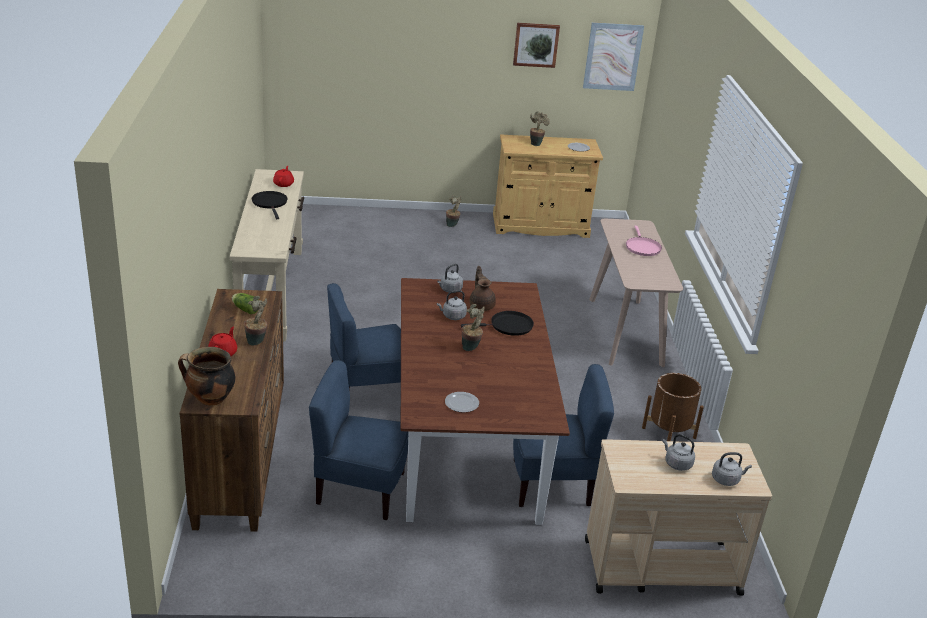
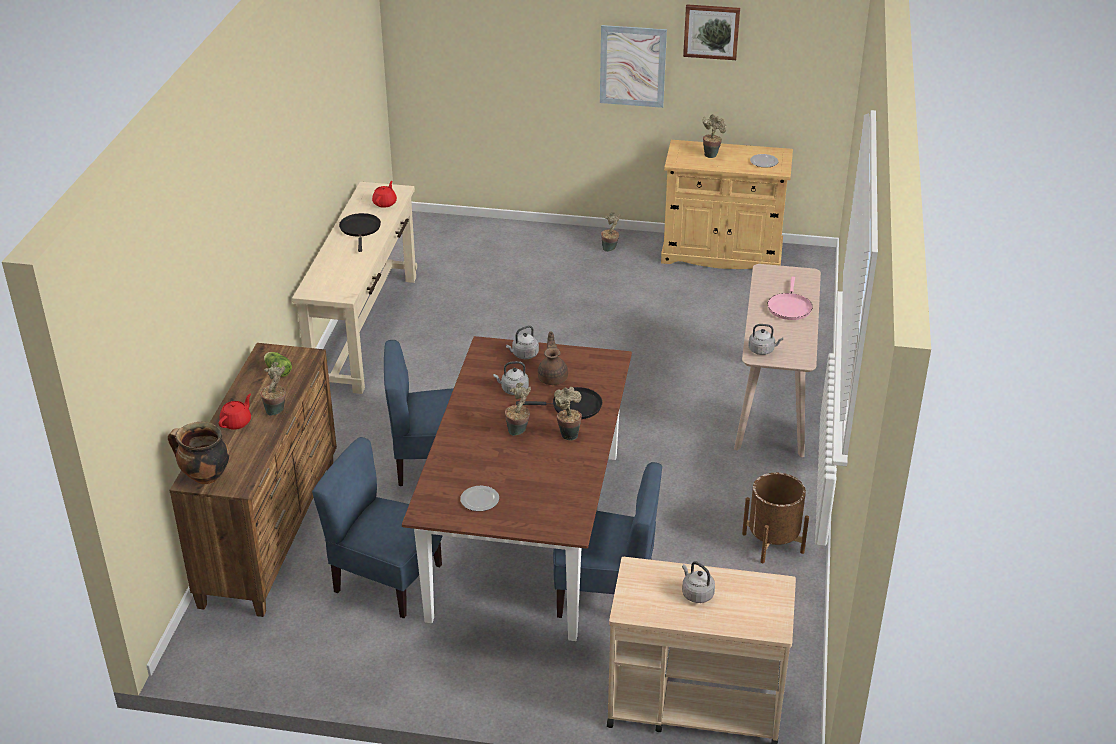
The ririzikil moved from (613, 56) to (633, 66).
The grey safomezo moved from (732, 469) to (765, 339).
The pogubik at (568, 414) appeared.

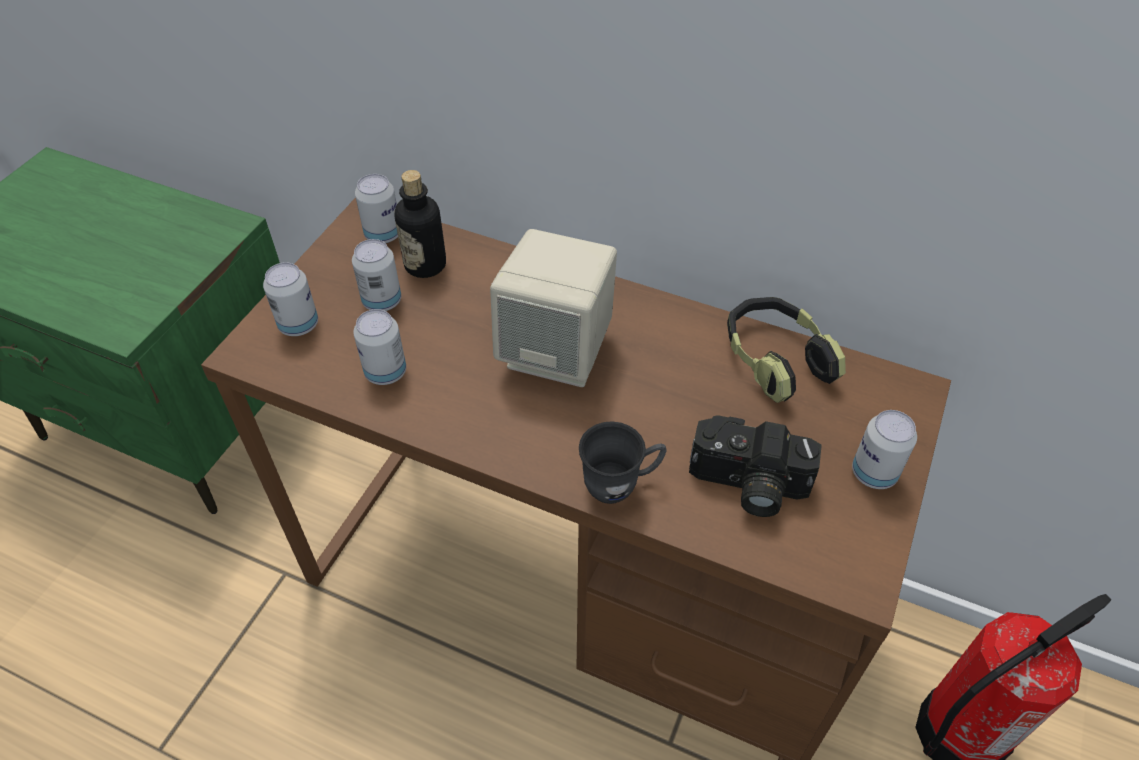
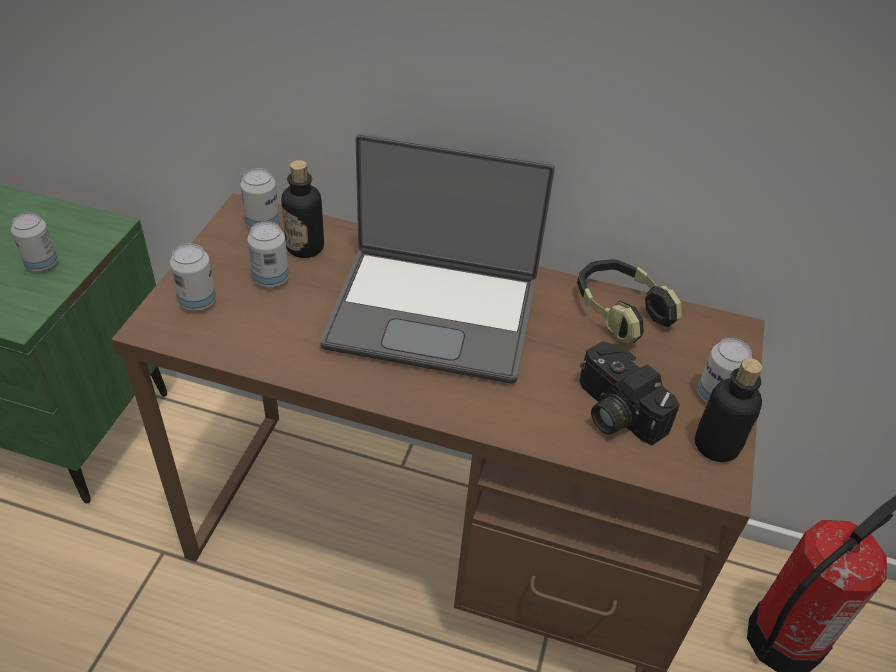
The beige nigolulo at (553, 308) was replaced by the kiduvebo at (437, 258).
The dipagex moved from (379, 347) to (34, 242).
The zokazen at (755, 466) turned 45 degrees clockwise.
The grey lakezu at (623, 462) disappeared.
The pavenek at (728, 410) appeared.

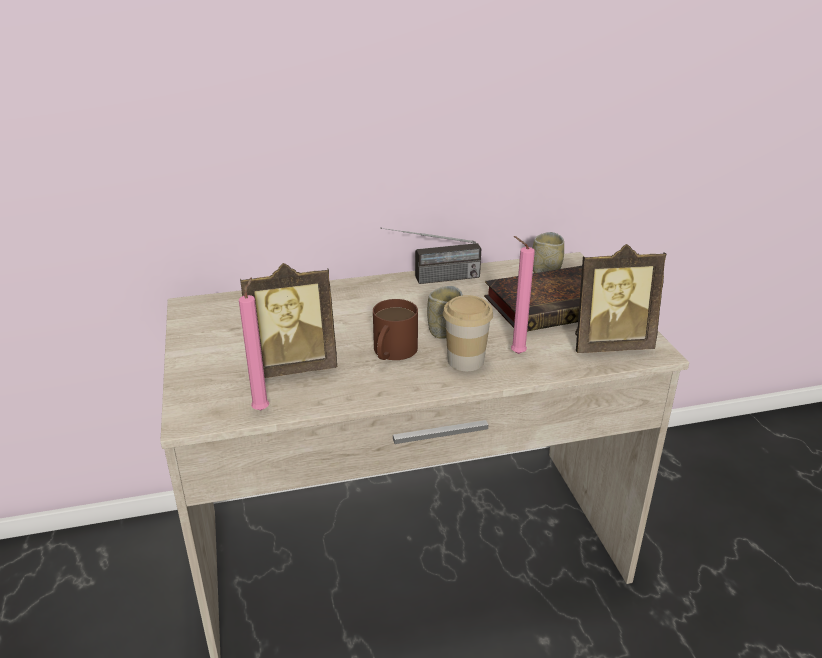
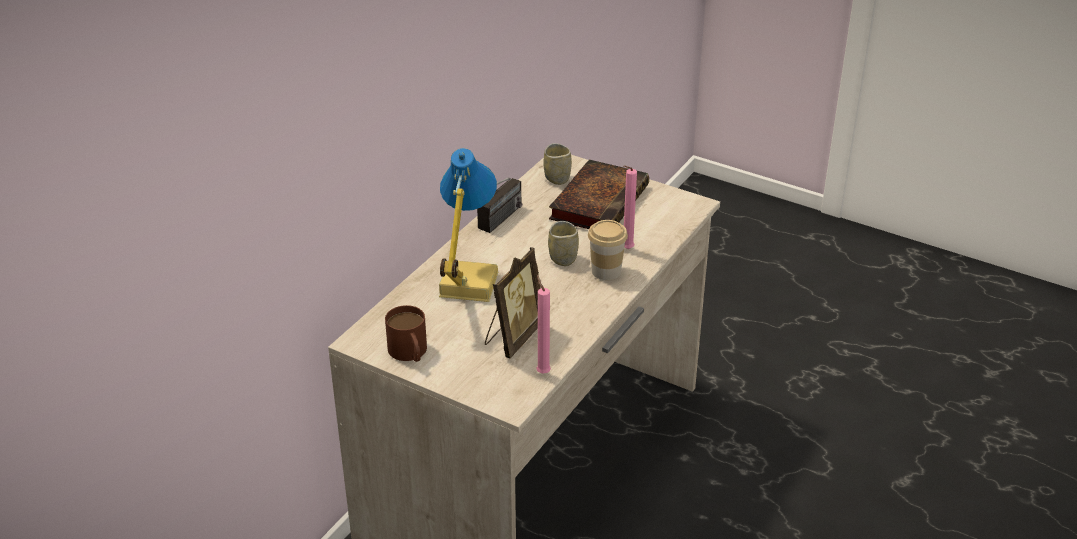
The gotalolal at (620, 298) disappeared.
The brown lakezu moved from (395, 329) to (406, 333).
The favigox at (468, 225) appeared.

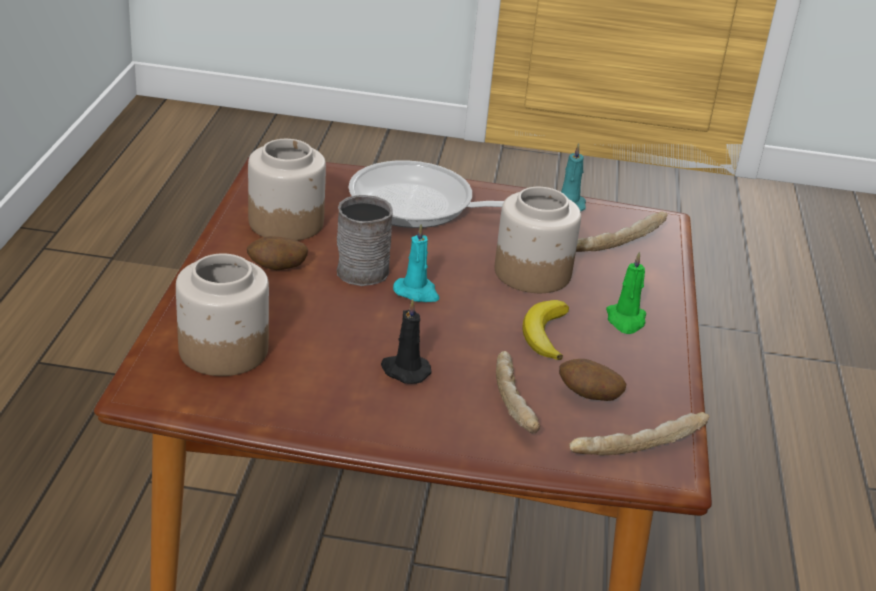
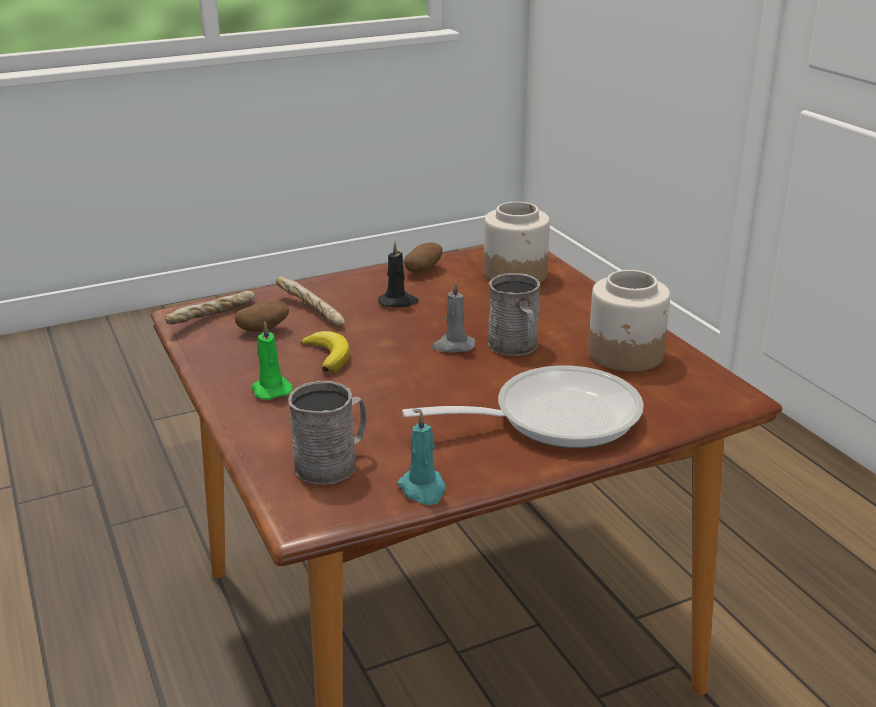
The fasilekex at (538, 240) disappeared.
The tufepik at (622, 231) was replaced by the grey lakezu at (327, 433).
The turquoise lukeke at (416, 263) became the grey lukeke at (453, 317).
The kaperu moved from (277, 253) to (423, 257).

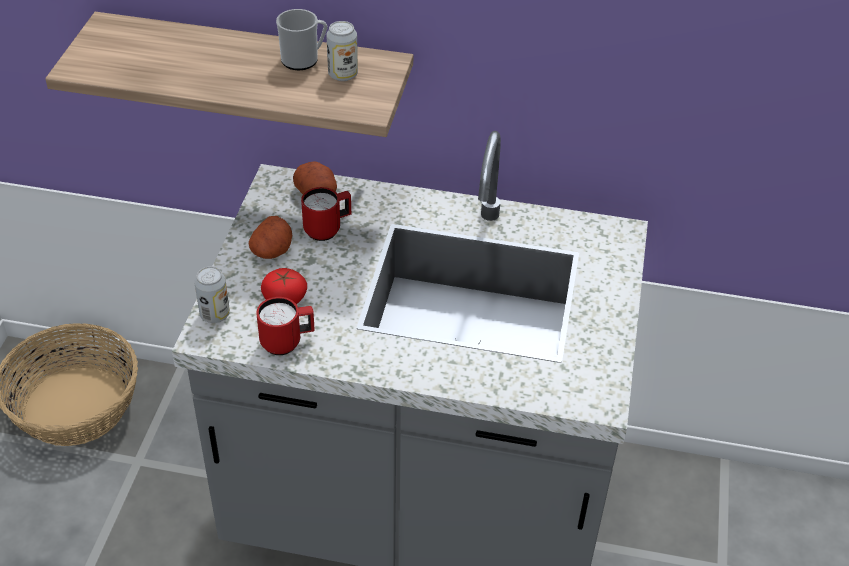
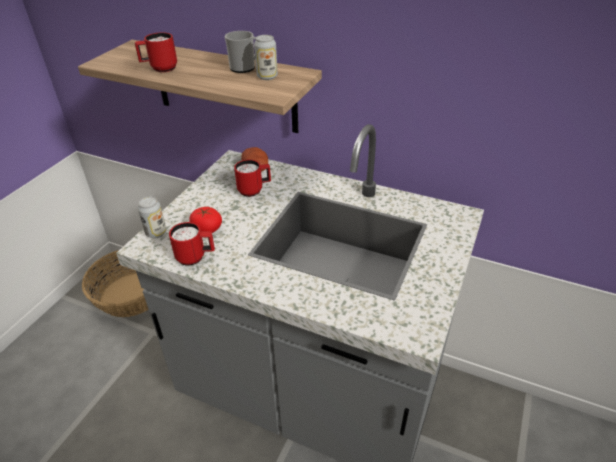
The kaperu at (270, 237) disappeared.
The red lakezu at (156, 52) appeared.

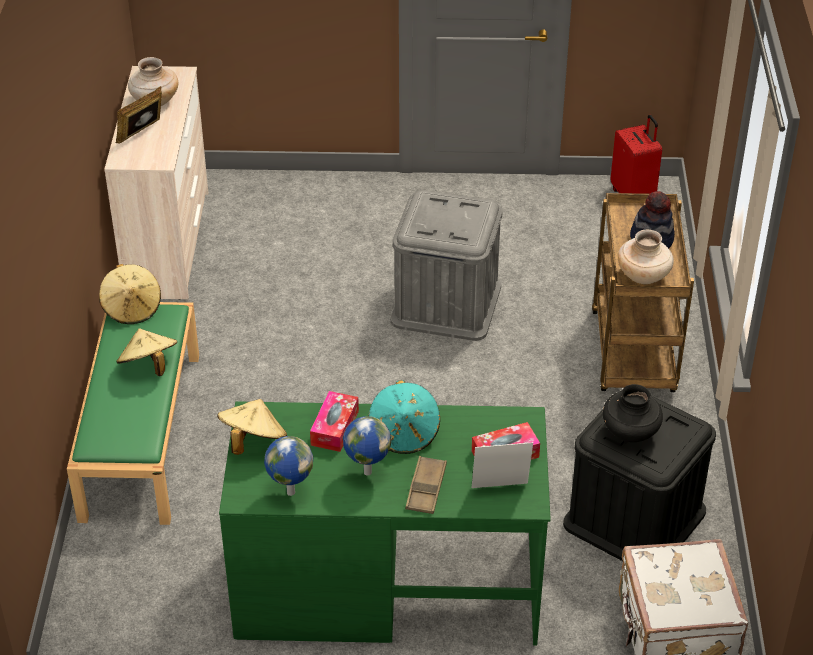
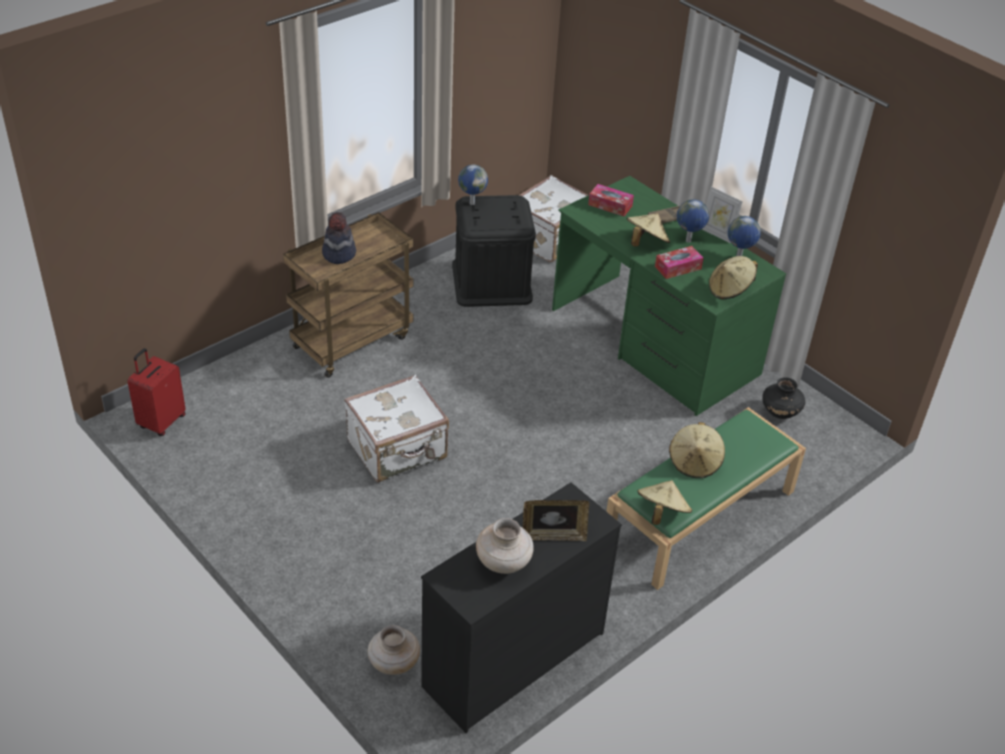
The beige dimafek at (156, 183) became the black dimafek at (521, 607).
The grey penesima at (447, 265) was replaced by the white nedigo at (396, 428).
The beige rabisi moved from (646, 257) to (394, 650).
The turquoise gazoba at (404, 417) became the beige gazoba at (648, 230).
The black rabisi moved from (633, 413) to (783, 398).
The gotalolal moved from (502, 465) to (722, 215).
The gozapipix at (473, 185) appeared.

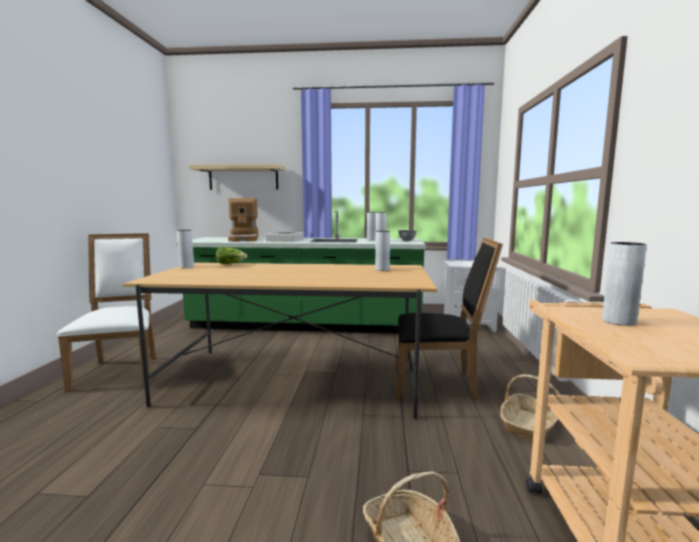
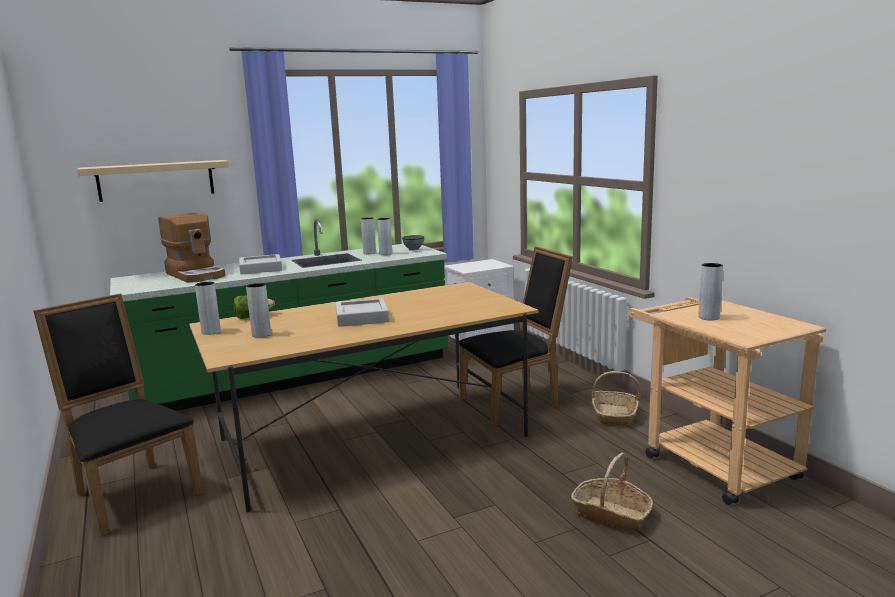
The grey rabisi moved from (382, 251) to (258, 310).
The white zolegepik at (106, 313) became the black zolegepik at (118, 414).
The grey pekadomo at (362, 312) appeared.

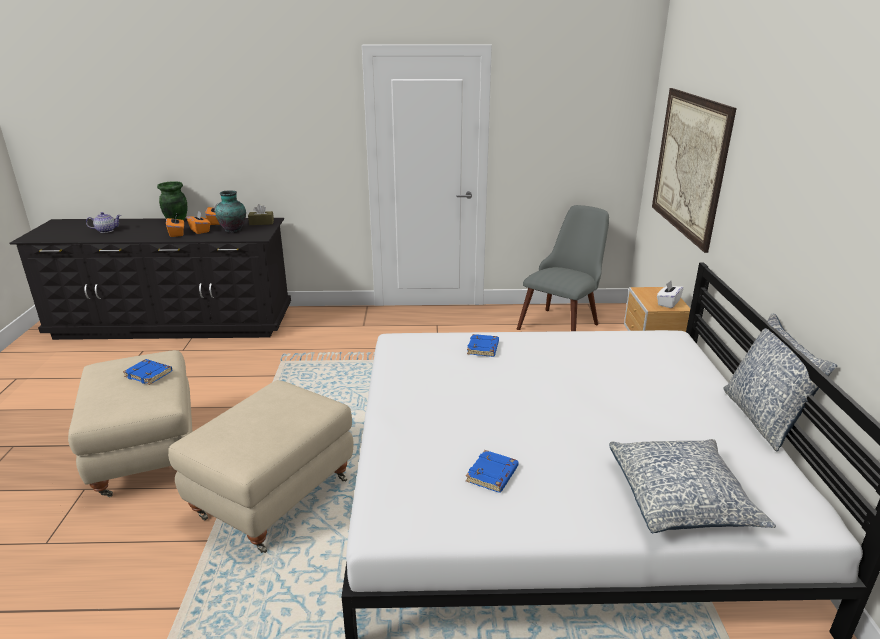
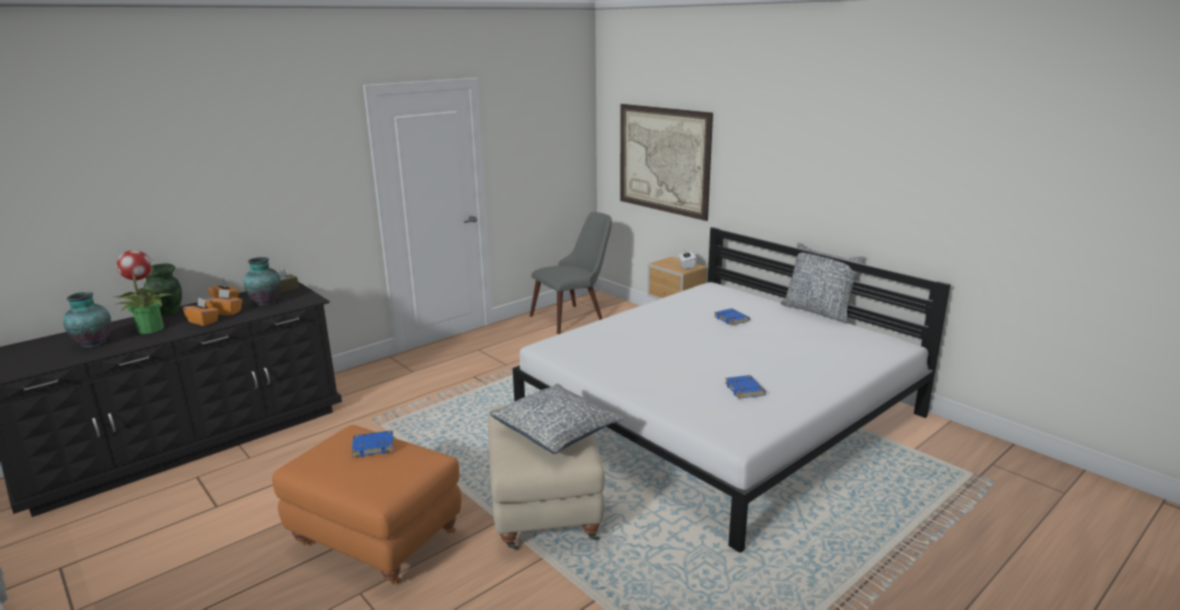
The grey zolegepik at (563, 268) turned 60 degrees clockwise.
The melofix at (103, 222) was replaced by the rabisi at (87, 320).
The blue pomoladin moved from (483, 345) to (732, 317).
The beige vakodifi at (130, 423) became the orange vakodifi at (367, 504).
The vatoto moved from (692, 486) to (557, 419).
The pogubik at (142, 292) appeared.

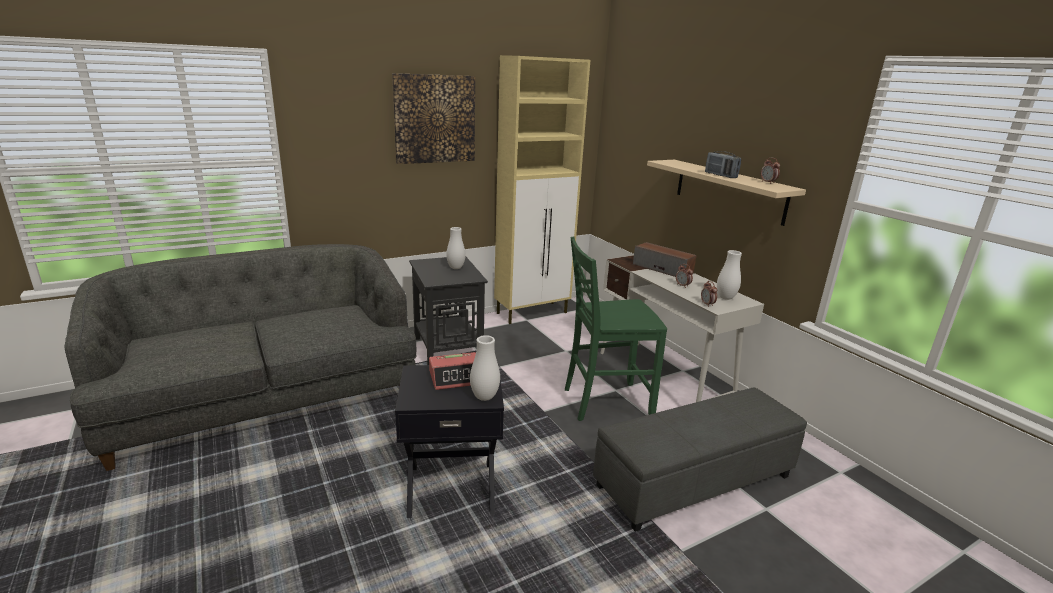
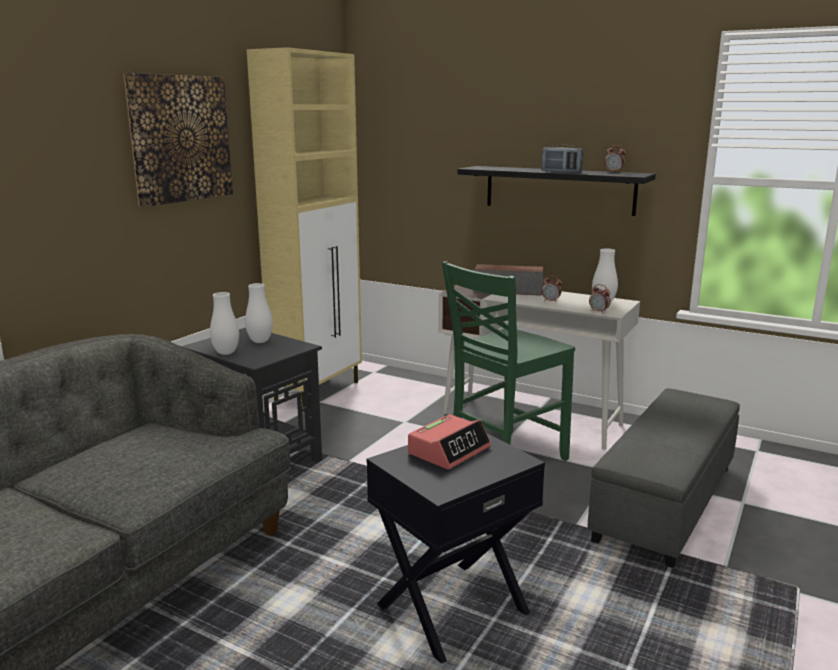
The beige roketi at (726, 193) became the black roketi at (556, 191).
The white rabisi moved from (485, 368) to (224, 323).

